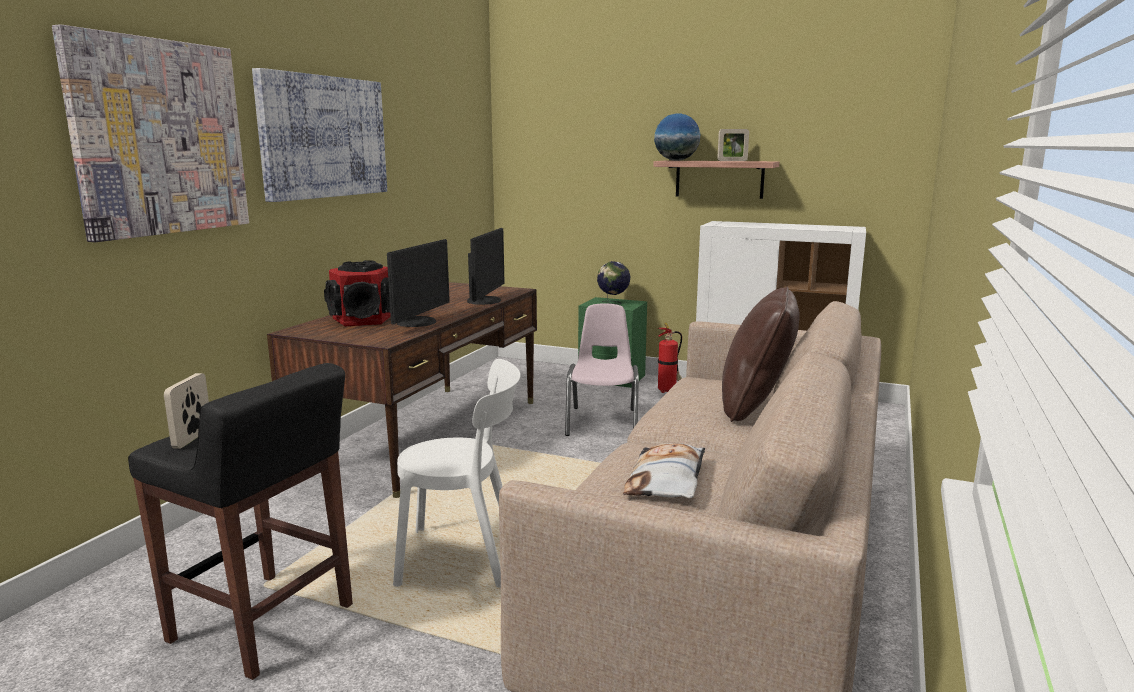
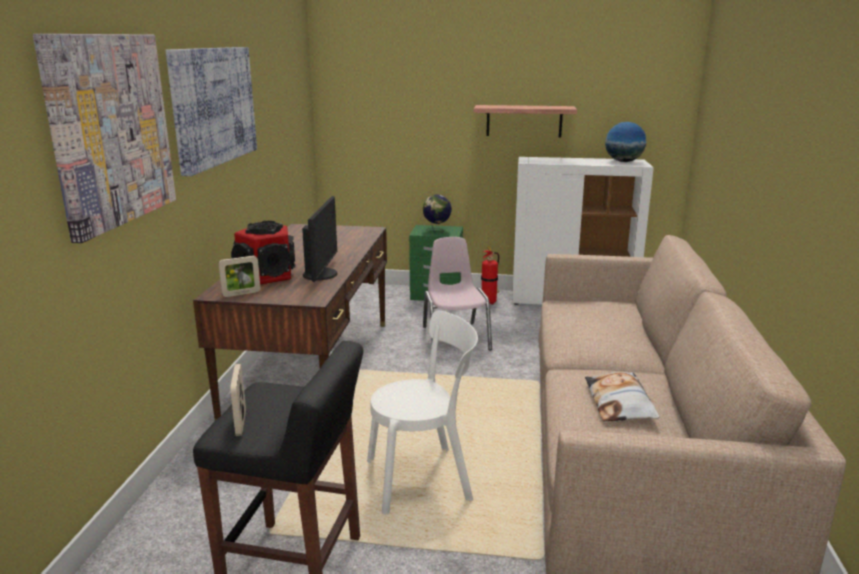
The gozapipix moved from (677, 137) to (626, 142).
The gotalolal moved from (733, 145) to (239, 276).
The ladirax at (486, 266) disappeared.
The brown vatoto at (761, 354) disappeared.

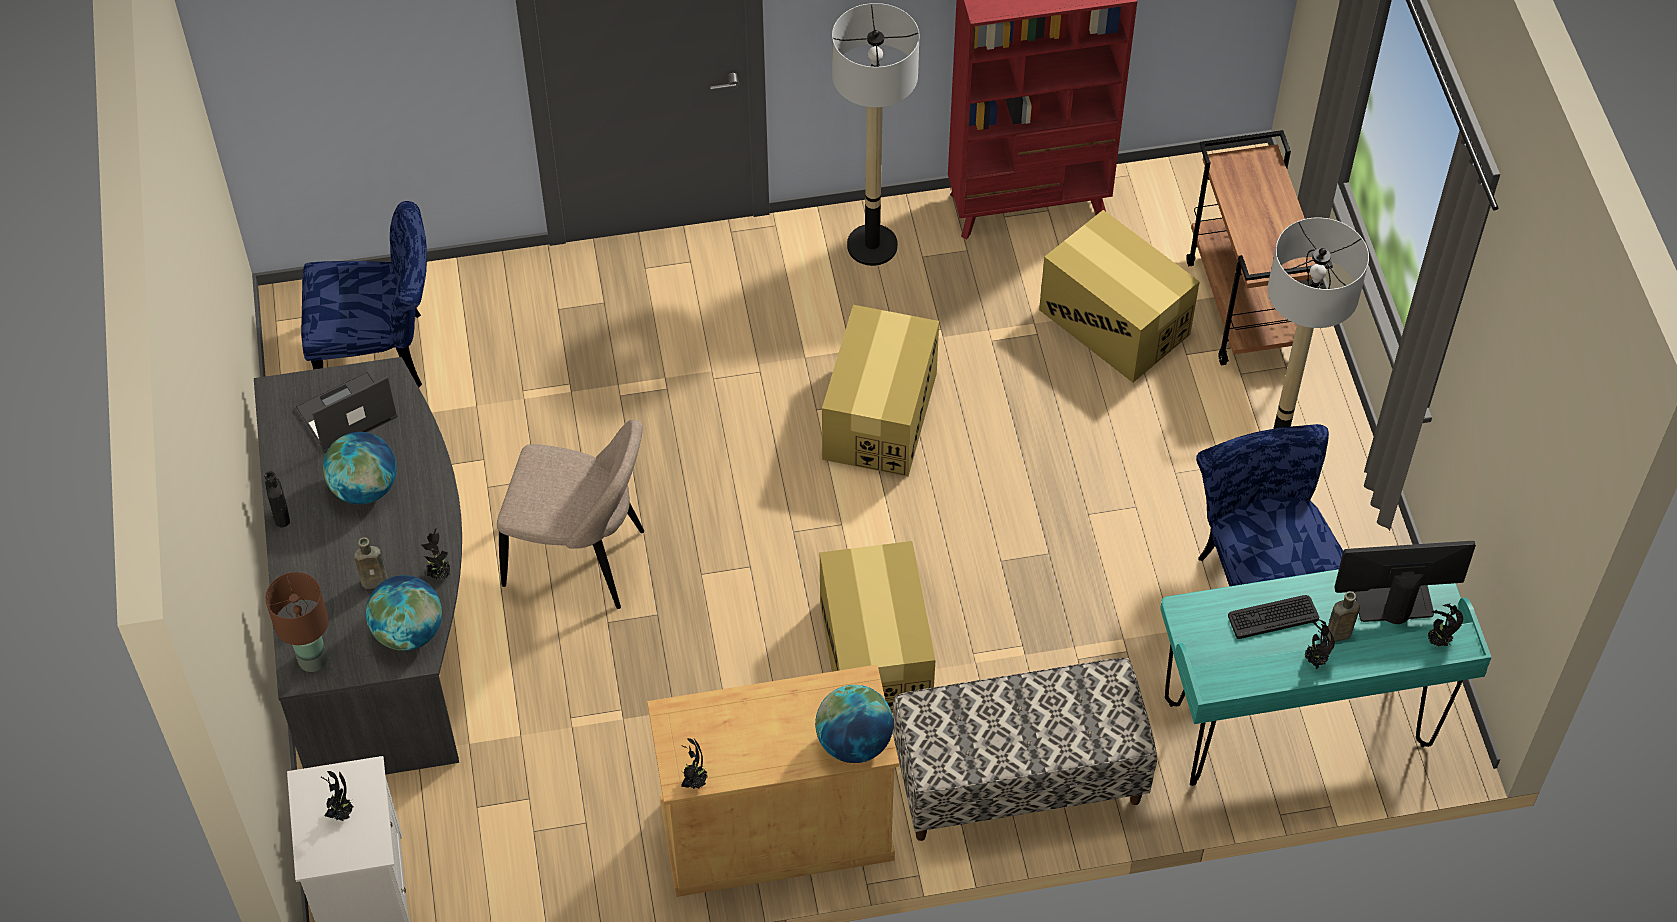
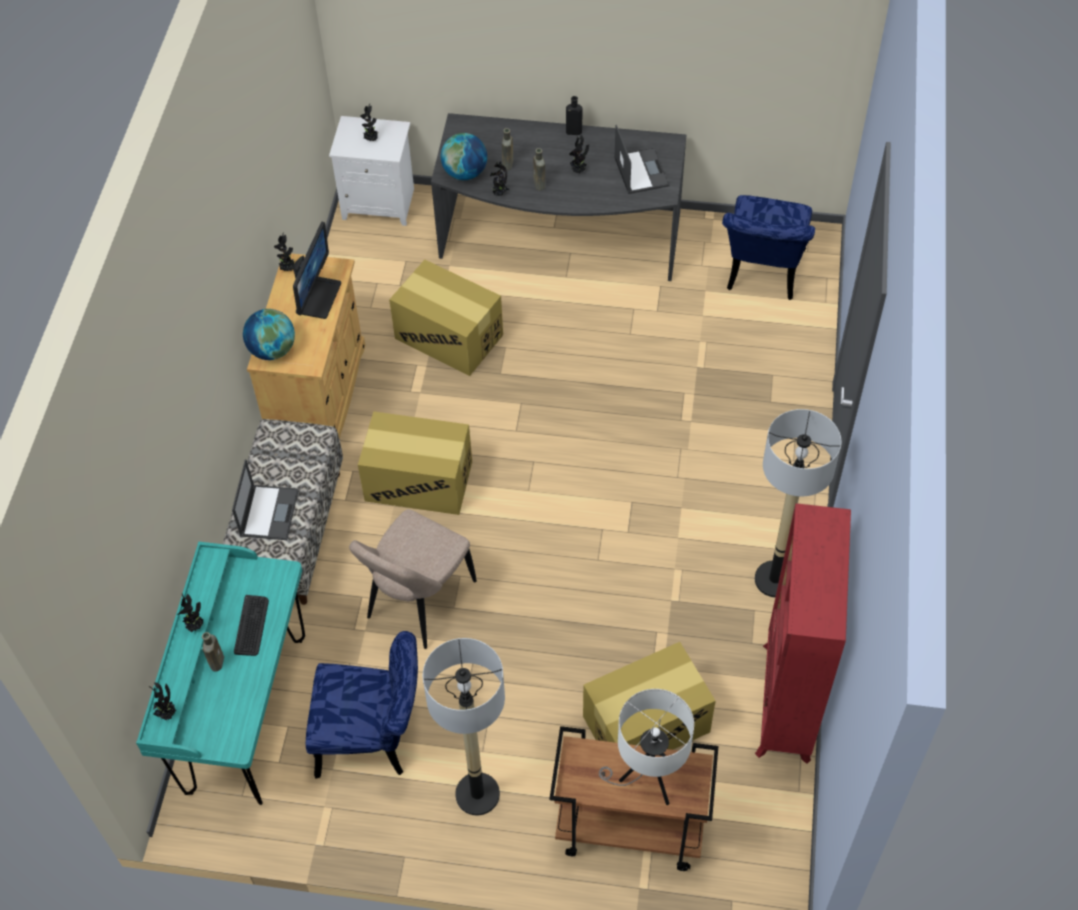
The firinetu moved from (880, 391) to (446, 318).
The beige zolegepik moved from (570, 514) to (413, 579).
The gozapipix at (360, 468) was replaced by the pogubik at (579, 153).
The ladirax moved from (1405, 582) to (317, 270).
The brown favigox at (297, 622) disappeared.
The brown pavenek at (539, 169) appeared.
The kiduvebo at (265, 499) appeared.
The white favigox at (646, 747) appeared.

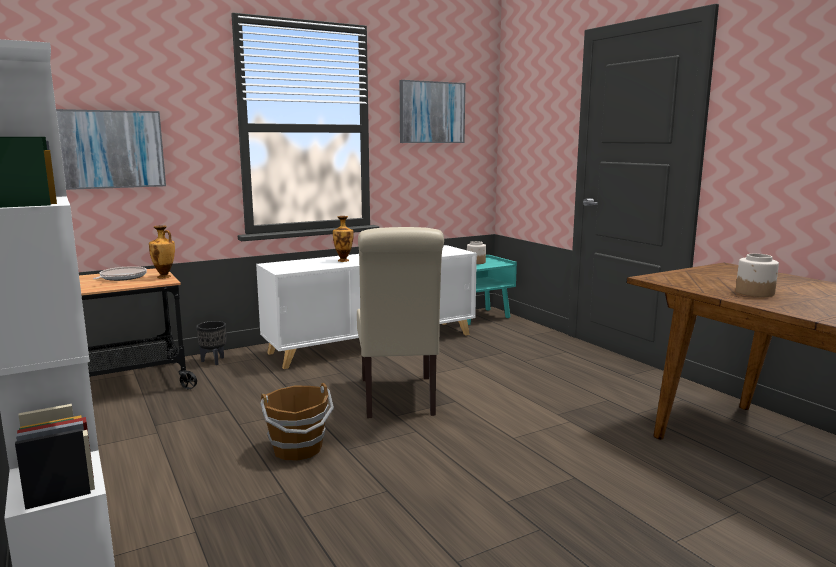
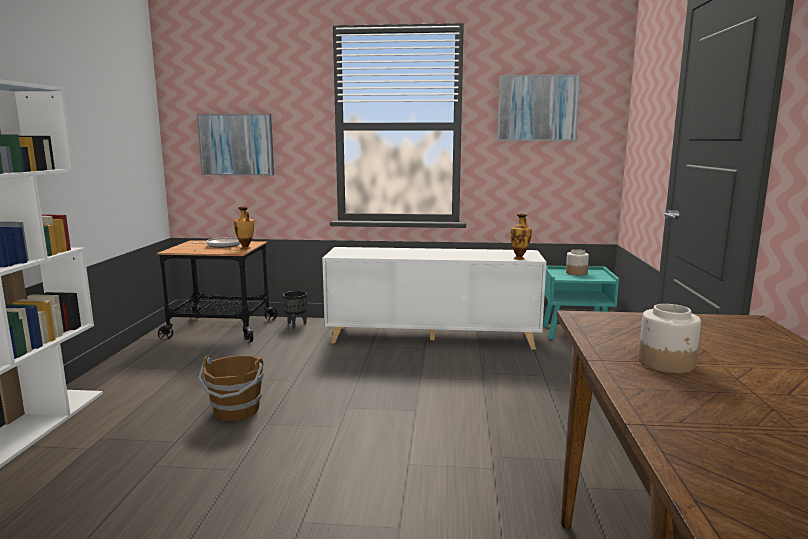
The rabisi moved from (343, 239) to (521, 237).
The beige zolegepik at (400, 322) disappeared.

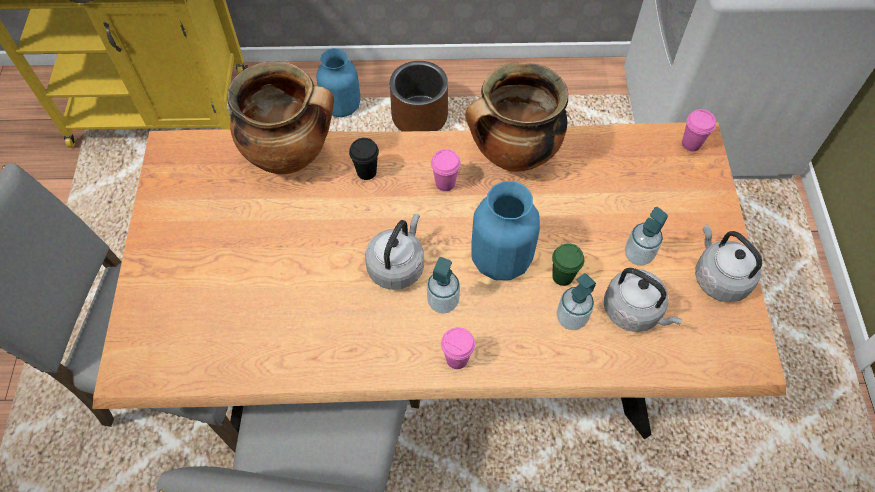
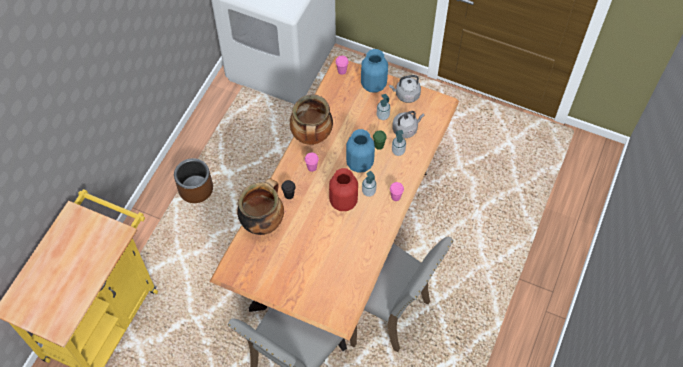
The blue rabisi moved from (338, 82) to (374, 71).
The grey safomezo at (394, 252) was replaced by the red rabisi at (343, 189).

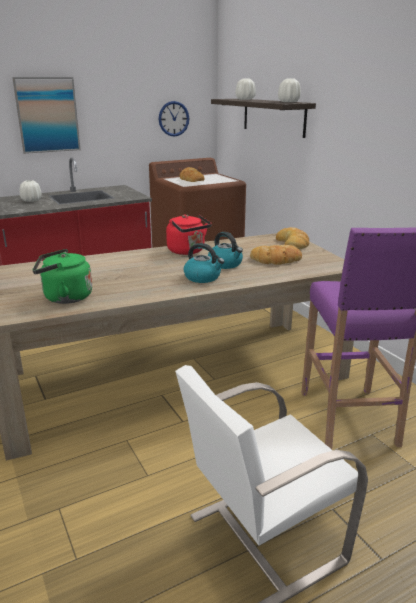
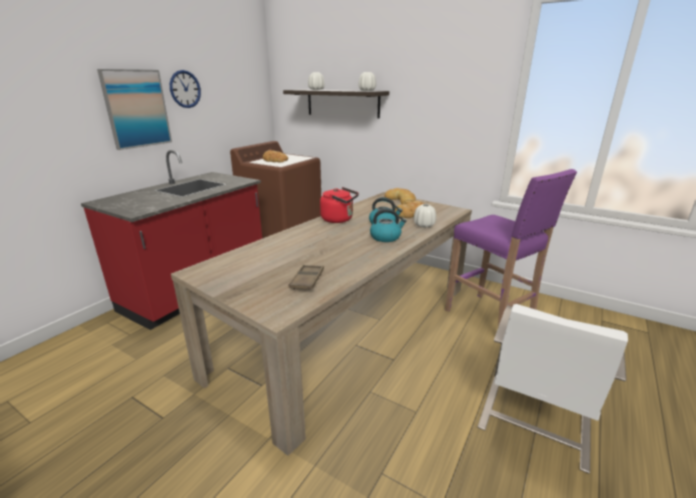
The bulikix moved from (174, 119) to (185, 89).
The white rabisi moved from (31, 191) to (425, 216).
The green safomezo at (62, 276) was replaced by the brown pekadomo at (306, 278).

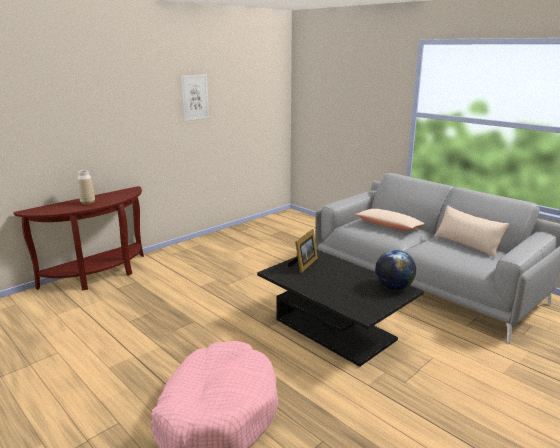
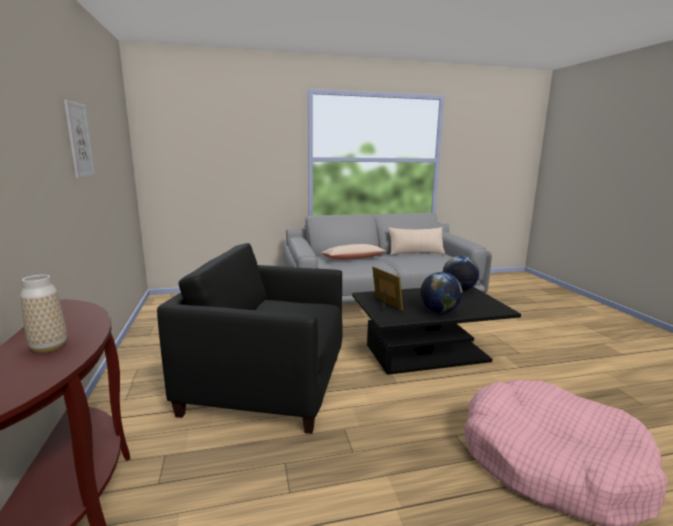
The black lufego at (250, 338) appeared.
The gozapipix at (441, 292) appeared.

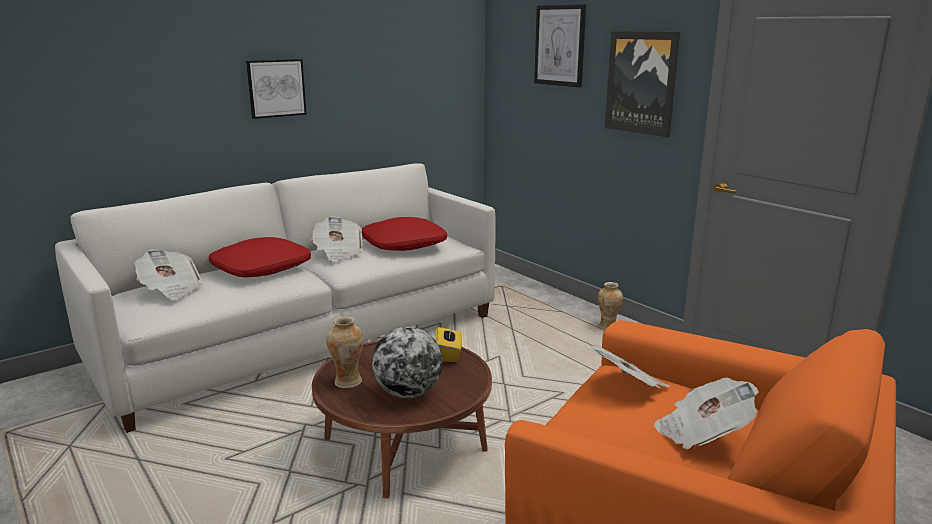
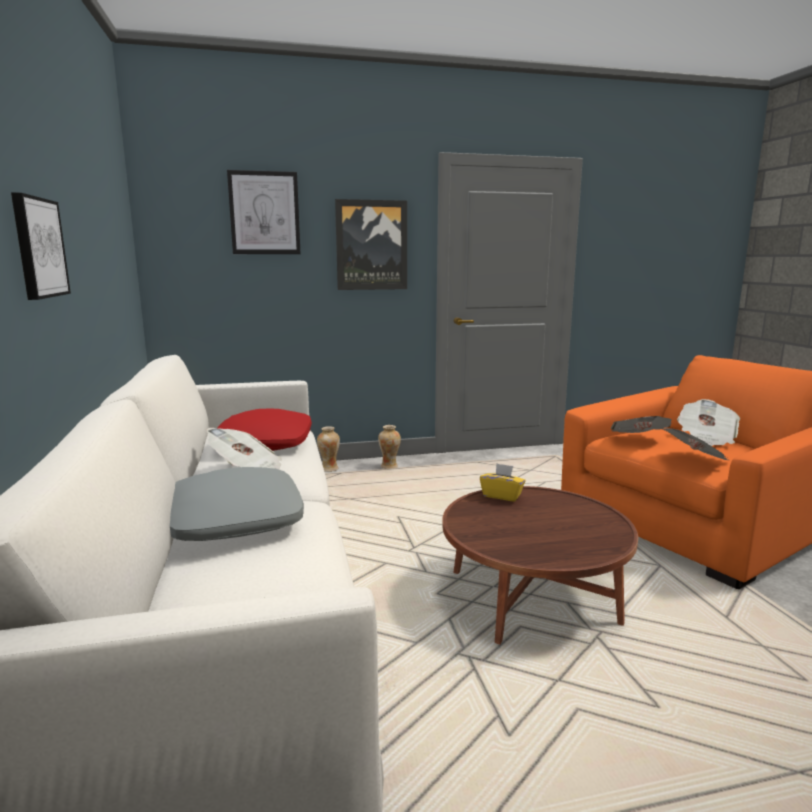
The red vatoto at (260, 257) became the grey vatoto at (237, 504).
The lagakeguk moved from (168, 274) to (694, 444).
The rabisi moved from (344, 352) to (328, 449).
The gozapipix at (407, 362) disappeared.

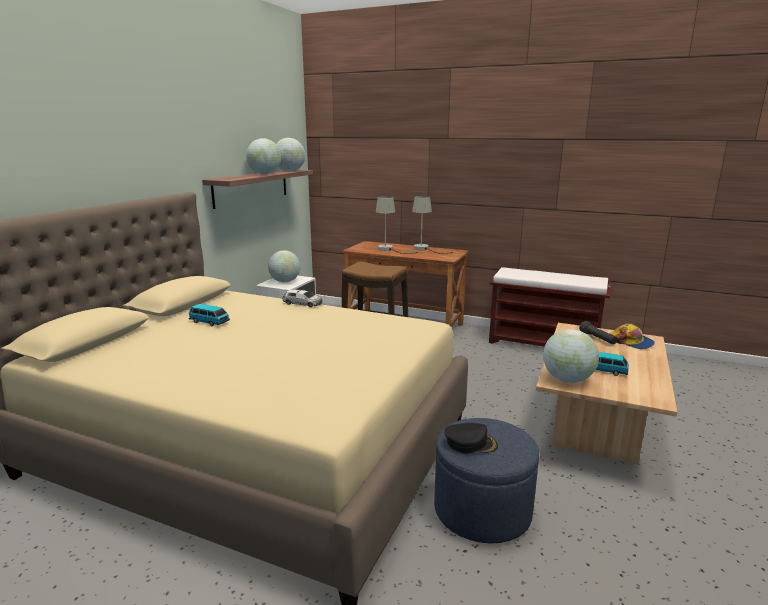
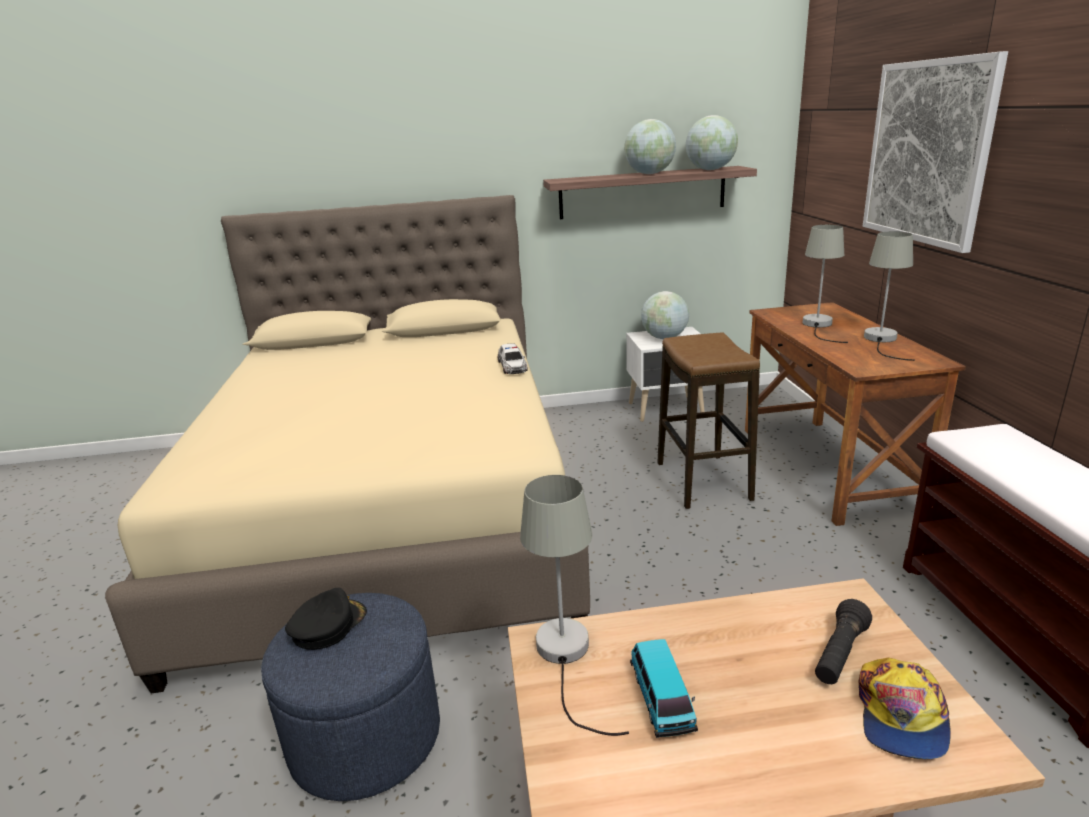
The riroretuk at (209, 315) disappeared.
The gozapipix at (571, 356) was replaced by the grey favigox at (574, 605).
The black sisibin at (471, 438) turned 120 degrees counterclockwise.
The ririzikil at (935, 152) appeared.

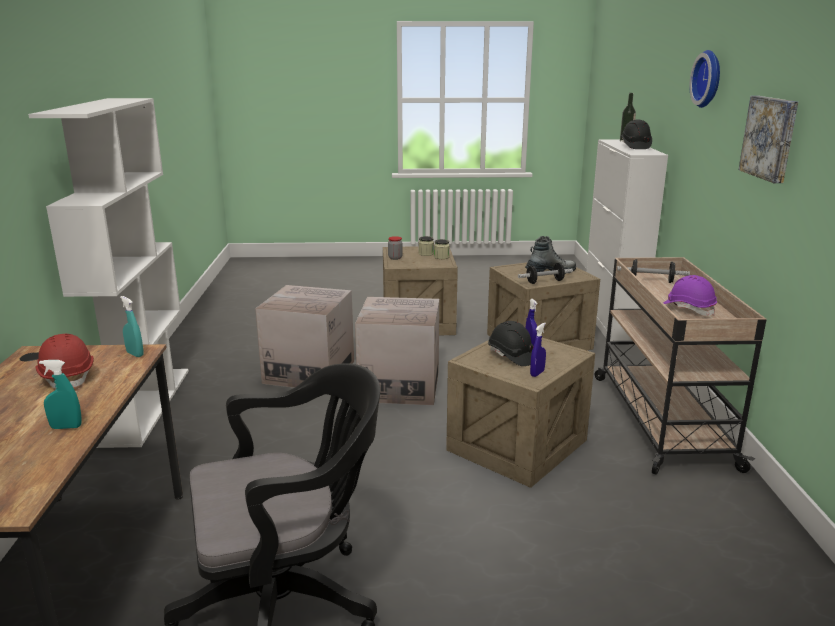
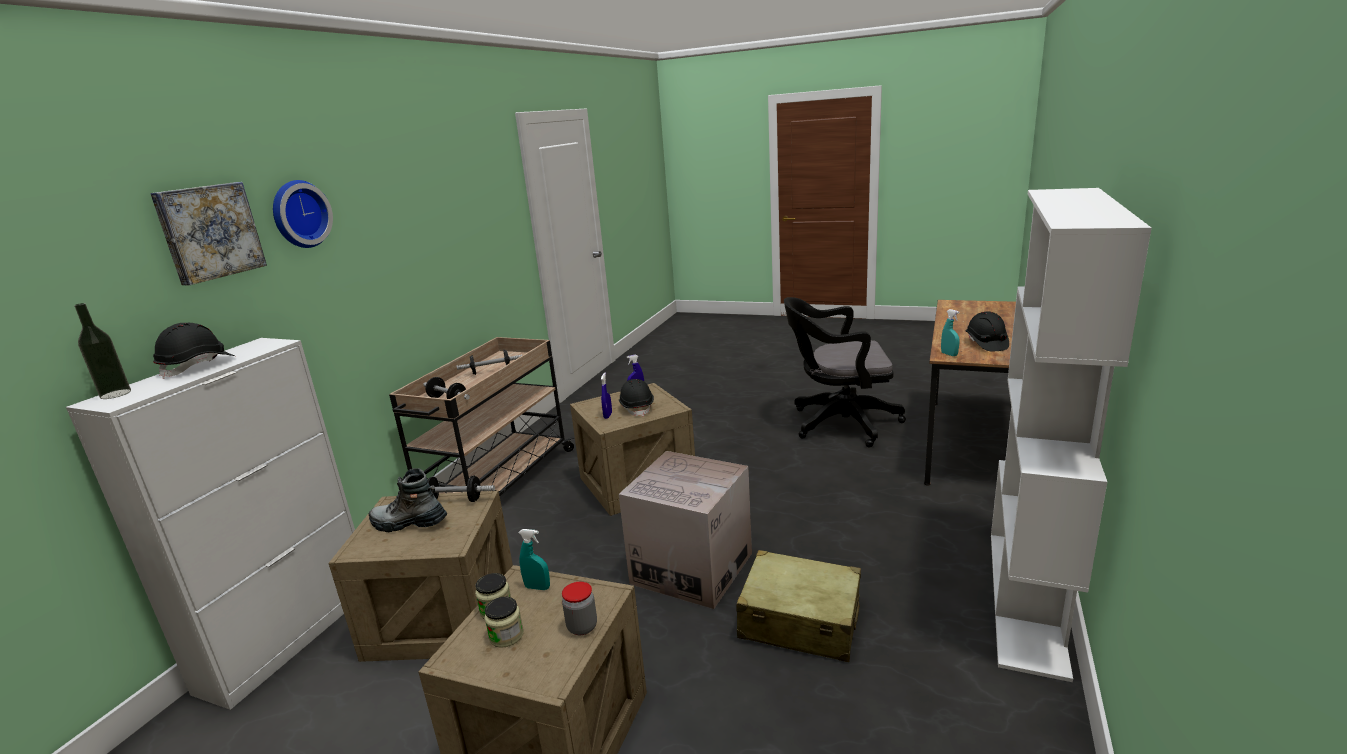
The ririzikil moved from (768, 139) to (208, 233).
The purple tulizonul at (690, 295) was replaced by the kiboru at (489, 362).
The firinetu at (304, 336) was replaced by the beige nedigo at (798, 606).
The red tulizonul at (65, 361) became the black tulizonul at (987, 331).
The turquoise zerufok moved from (60, 394) to (534, 559).

